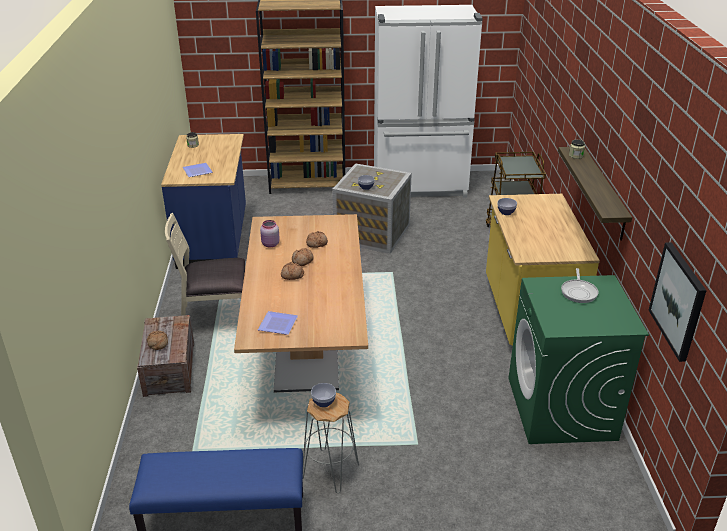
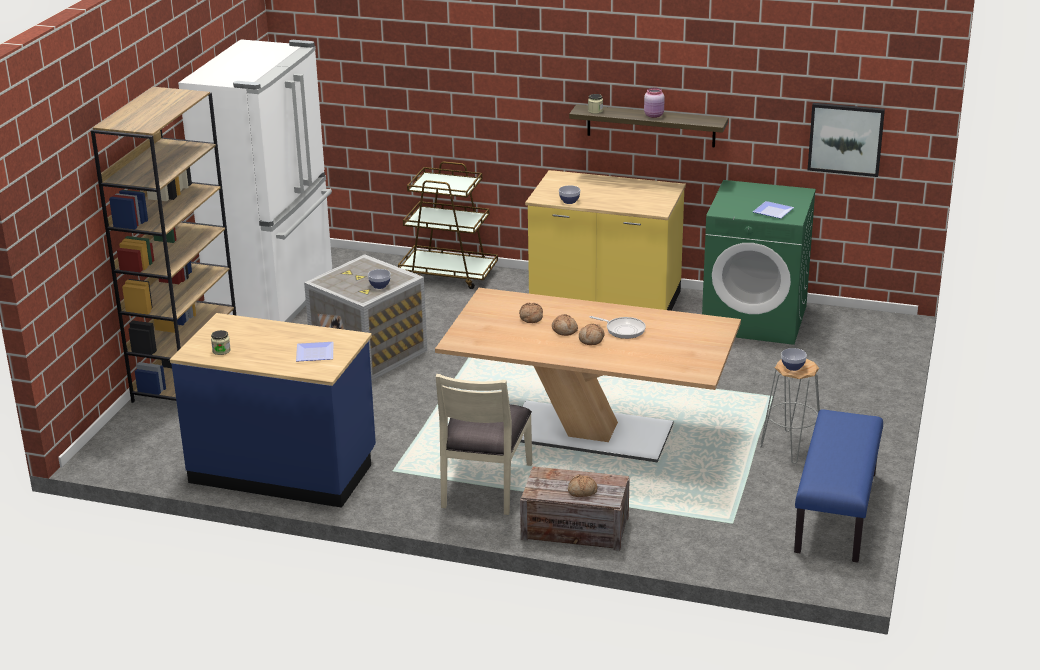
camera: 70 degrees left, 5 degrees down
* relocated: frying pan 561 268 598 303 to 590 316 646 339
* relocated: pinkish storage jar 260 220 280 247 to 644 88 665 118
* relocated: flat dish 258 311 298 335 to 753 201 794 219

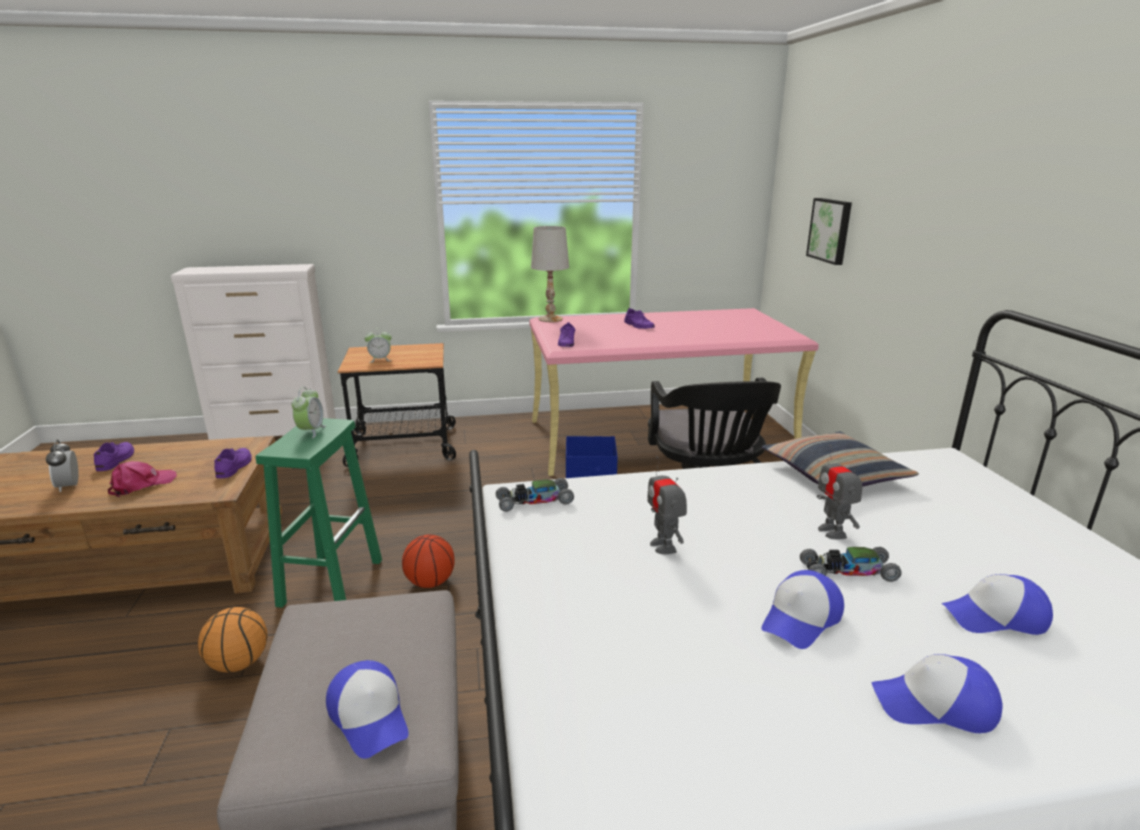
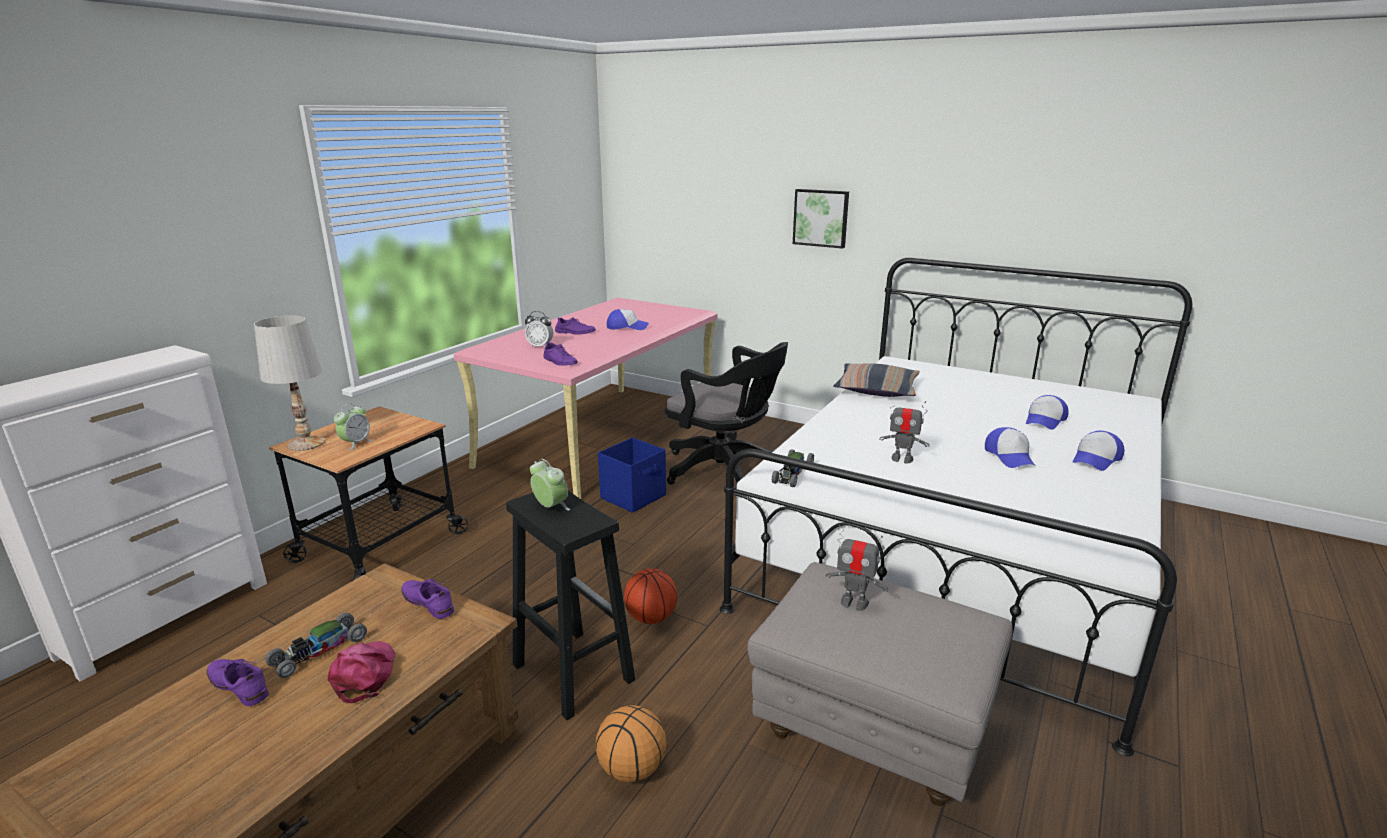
camera: 50 degrees left, 0 degrees up
* relocated: white tabletop lamp 531 226 569 322 to 254 315 325 451
* relocated: toy car 800 547 902 582 to 265 613 367 678
* colour: greenish stool 256 418 382 608 to black-coloured stool 506 491 635 720
* relocated: table clock 46 439 79 492 to 525 311 553 347
* relocated: baseball cap 326 660 409 759 to 607 309 649 330
* relocated: wall picture 806 198 852 265 to 793 189 849 249
* relocated: toy robot 817 445 862 539 to 826 525 888 611

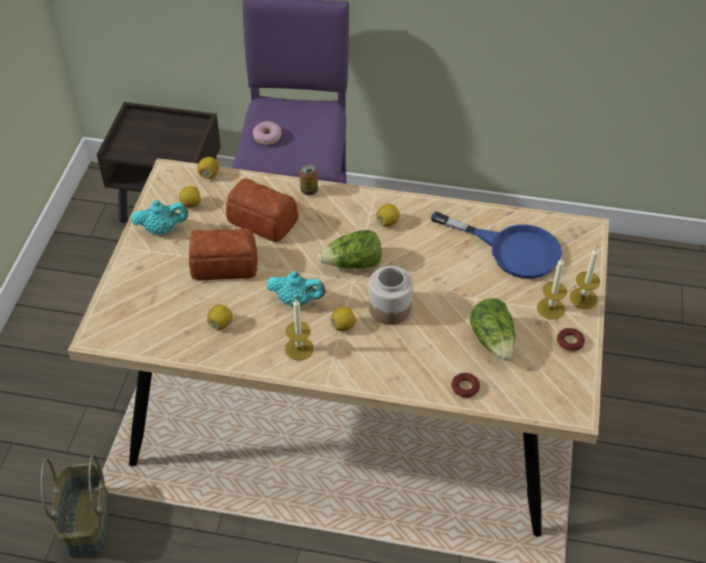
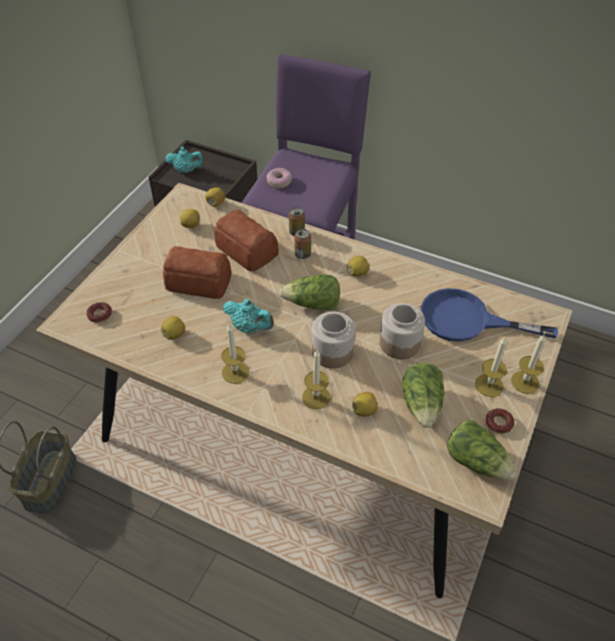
camera: 15 degrees right, 0 degrees up
* relocated: doughnut 451 373 480 398 to 87 302 112 323
* relocated: blue-green tea pot 131 200 188 234 to 165 147 205 173
* appeared: sealed can 295 229 311 259
* appeared: candle 302 350 331 409
* relocated: citrus fruit 331 307 356 331 to 352 392 378 417
* appeared: storage jar 380 303 425 360
* spun: blue-coloured frying pan 431 211 562 279 = 421 288 558 342 150 degrees clockwise
* appeared: lettuce 447 420 516 480

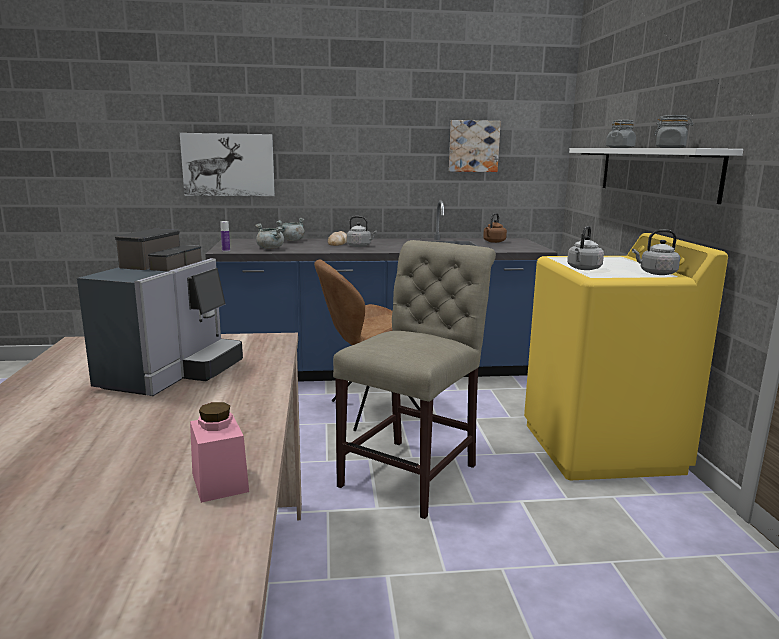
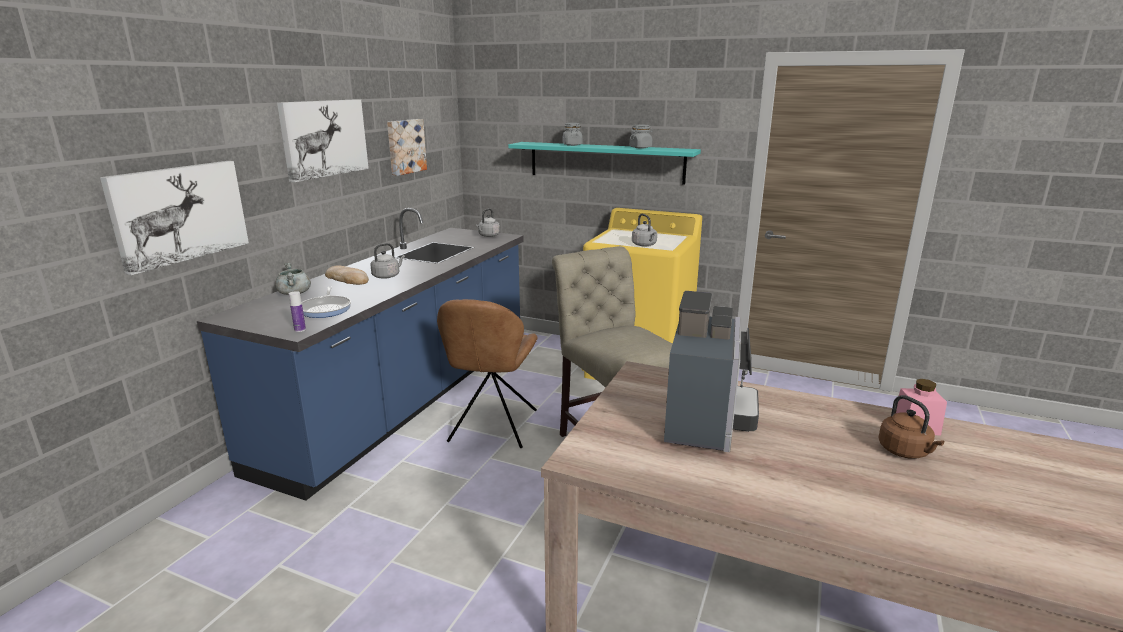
camera: 60 degrees left, 5 degrees up
* appeared: wall picture 277 99 369 182
* exchanged: gray cooking pot 255 223 284 249 to frying pan 302 286 351 318
* relocated: gray water kettle 632 230 680 275 to 476 208 500 237
* colour: white shelf 569 148 743 204 to blue-green shelf 508 142 701 185
* spun: coffee maker 77 229 243 396 = 664 291 759 452 60 degrees clockwise
* relocated: brownish water kettle 483 213 507 243 to 878 395 944 459

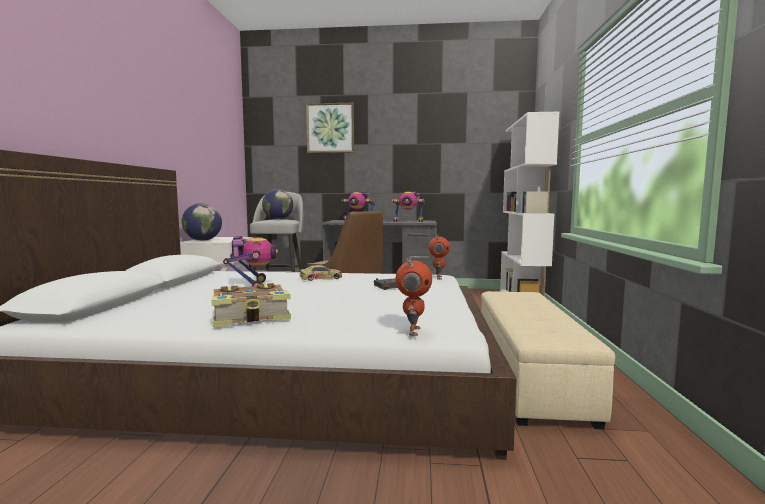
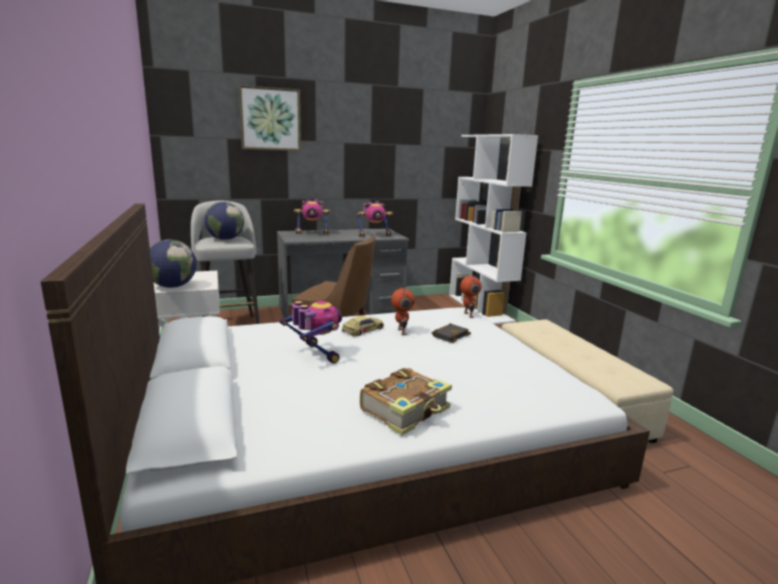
camera: 25 degrees left, 10 degrees up
* relocated: toy robot 395 258 432 336 to 391 288 415 335

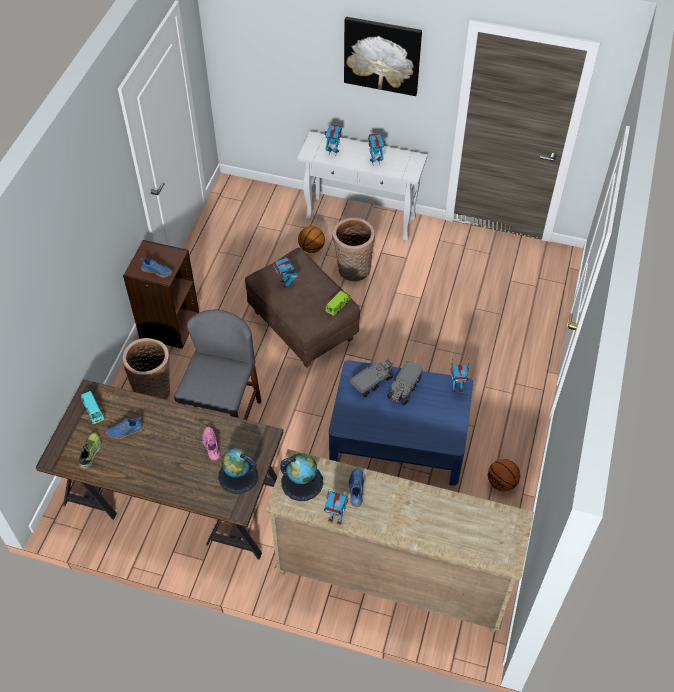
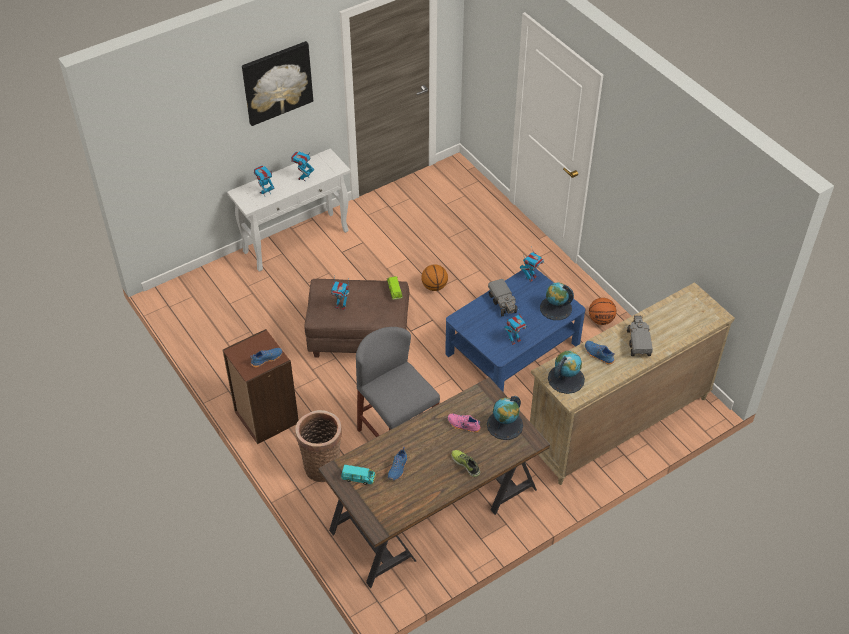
camera: 50 degrees left, 5 degrees down
* relocated: ball for basketball 298 226 325 253 to 421 264 448 291
* relocated: low shoe 79 433 101 469 to 451 450 480 477
* relocated: toy robot 324 485 349 525 to 504 309 527 345
* appeared: globe 540 282 574 320
* relocated: toy lorry 350 358 394 397 to 627 315 653 356
* missing: basket 332 218 375 282

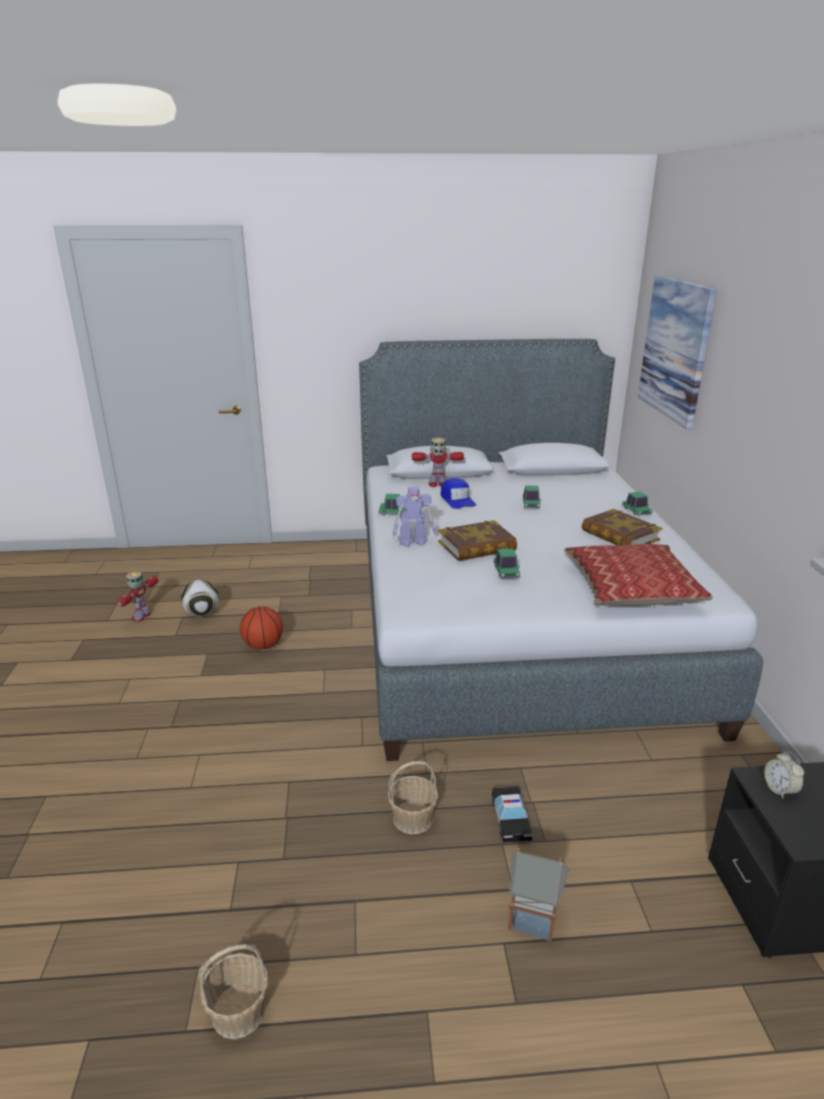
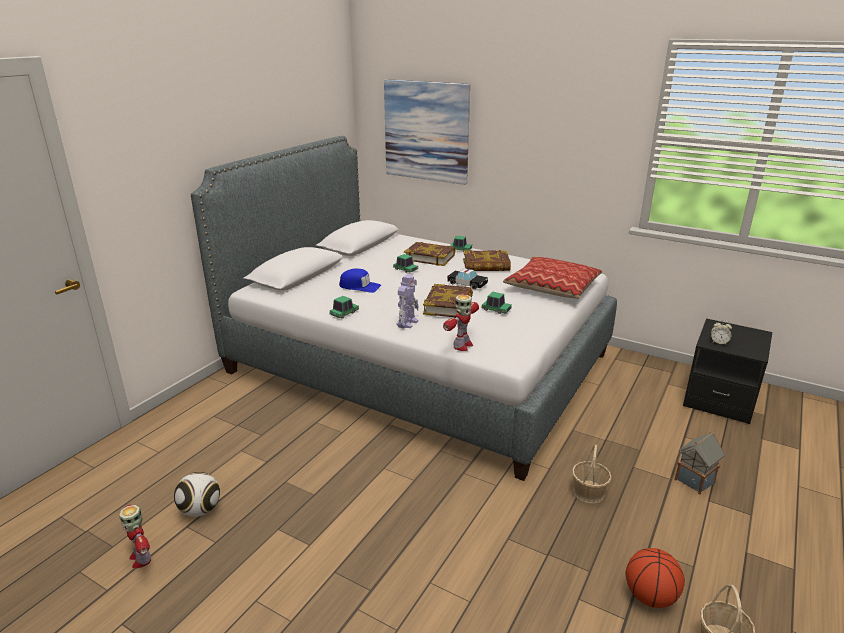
camera: 55 degrees left, 0 degrees up
* appeared: book 404 242 455 266
* relocated: toy robot 412 437 464 488 to 443 294 479 351
* relocated: toy car 492 787 533 843 to 447 268 488 289
* relocated: ball for basketball 240 606 283 649 to 626 548 685 608

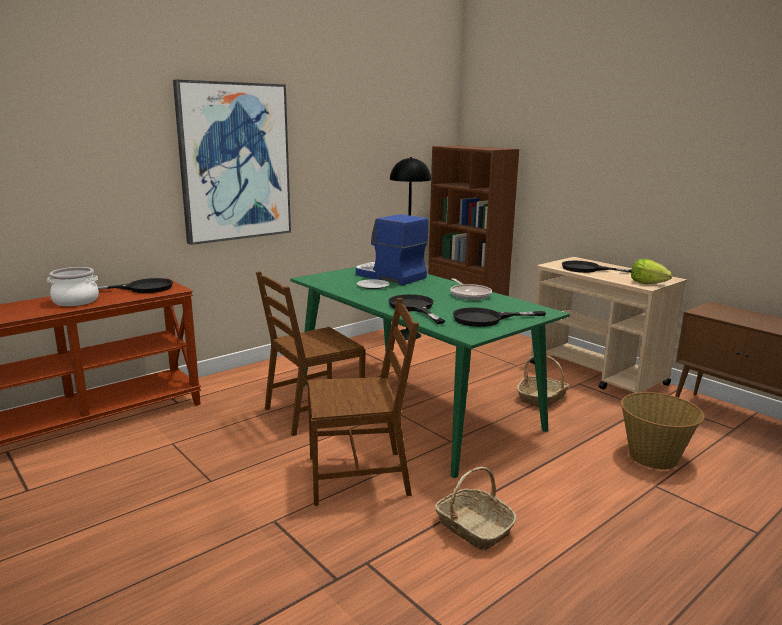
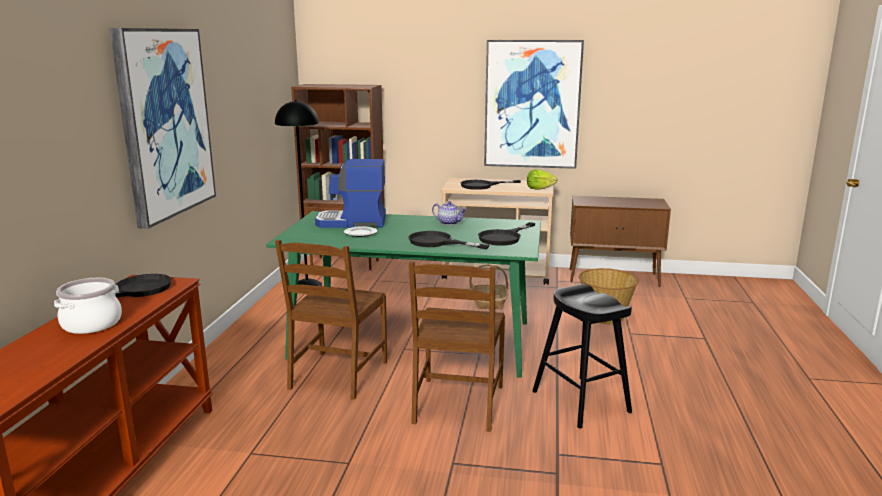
camera: 40 degrees left, 0 degrees up
* spun: brownish upright chair 308 298 419 506 = 409 261 505 432 150 degrees clockwise
* exchanged: frying pan 450 278 492 300 to tea pot 432 201 467 225
* appeared: wall picture 484 40 584 169
* exchanged: basket 435 467 517 551 to black-coloured stool 533 284 632 429

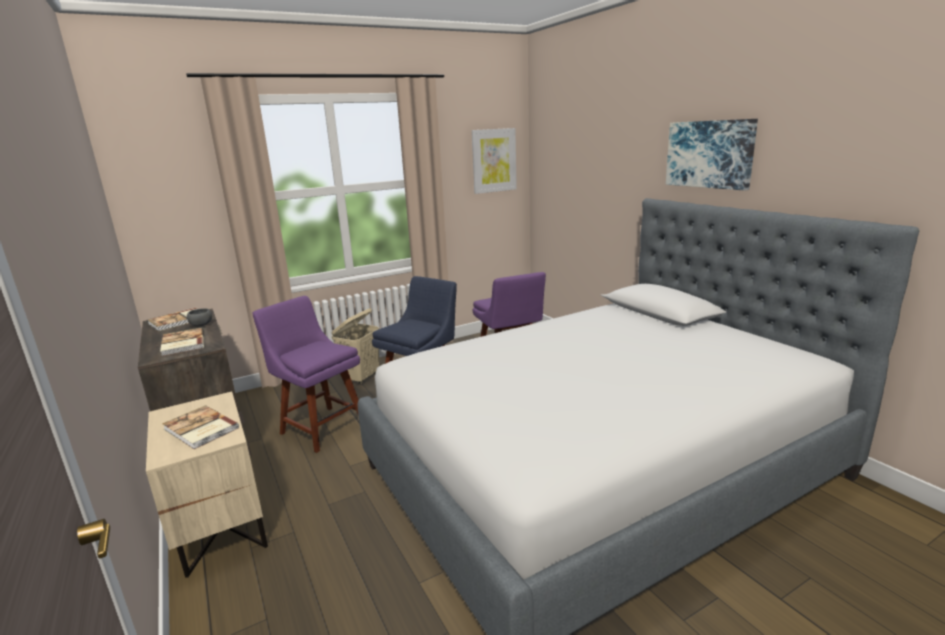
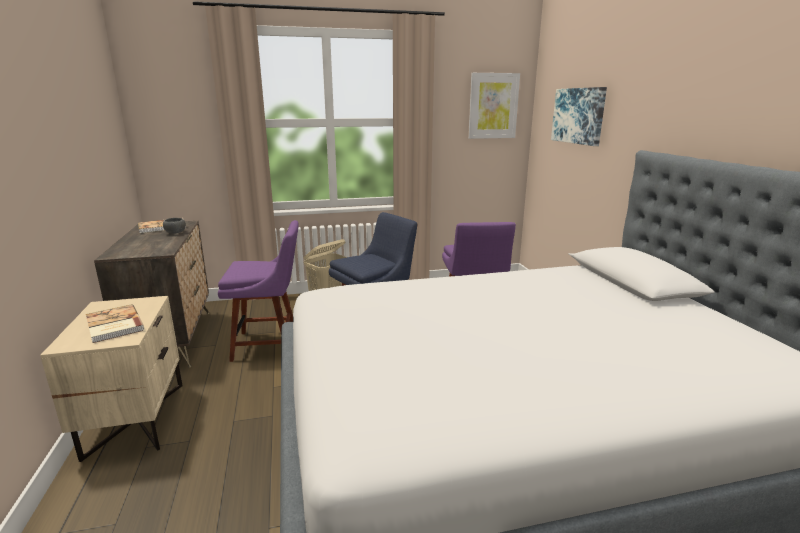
camera: 15 degrees right, 0 degrees up
* spun: purple-coloured upright chair 252 296 360 453 = 218 220 299 362 120 degrees clockwise
* relocated: wall picture 666 119 758 191 to 551 87 607 146
* missing: book 160 327 204 356

